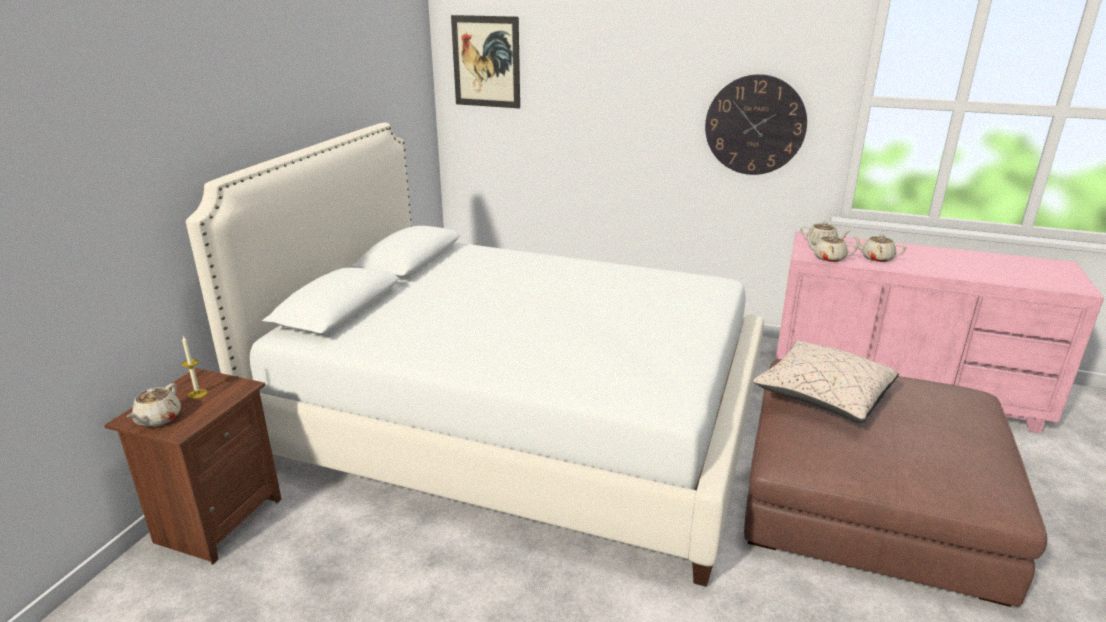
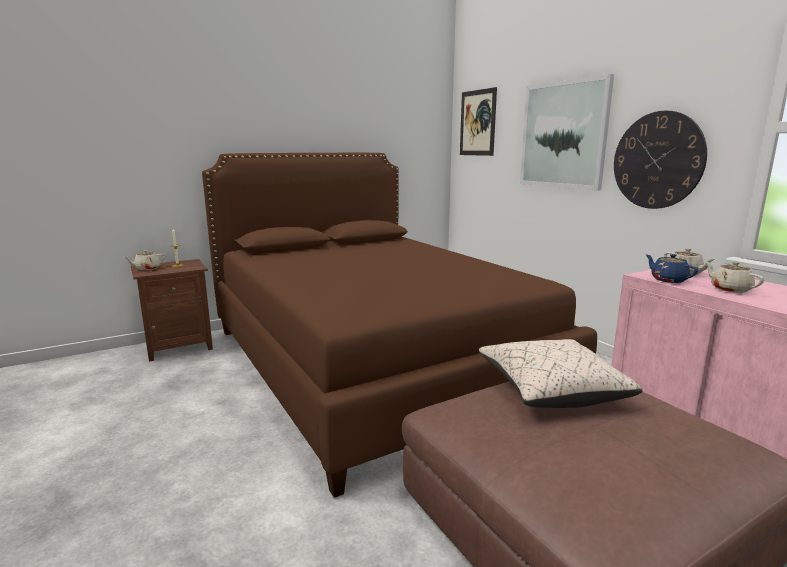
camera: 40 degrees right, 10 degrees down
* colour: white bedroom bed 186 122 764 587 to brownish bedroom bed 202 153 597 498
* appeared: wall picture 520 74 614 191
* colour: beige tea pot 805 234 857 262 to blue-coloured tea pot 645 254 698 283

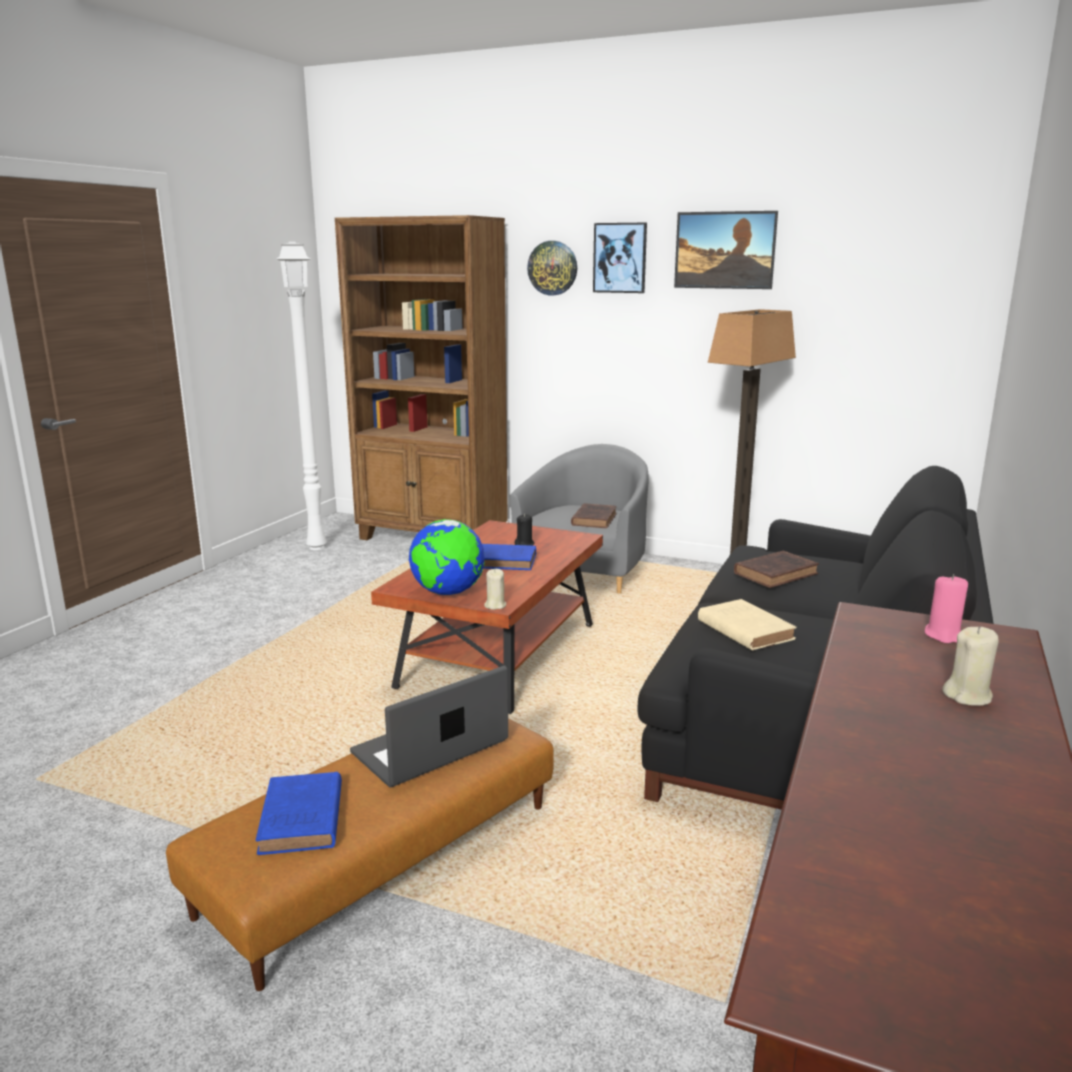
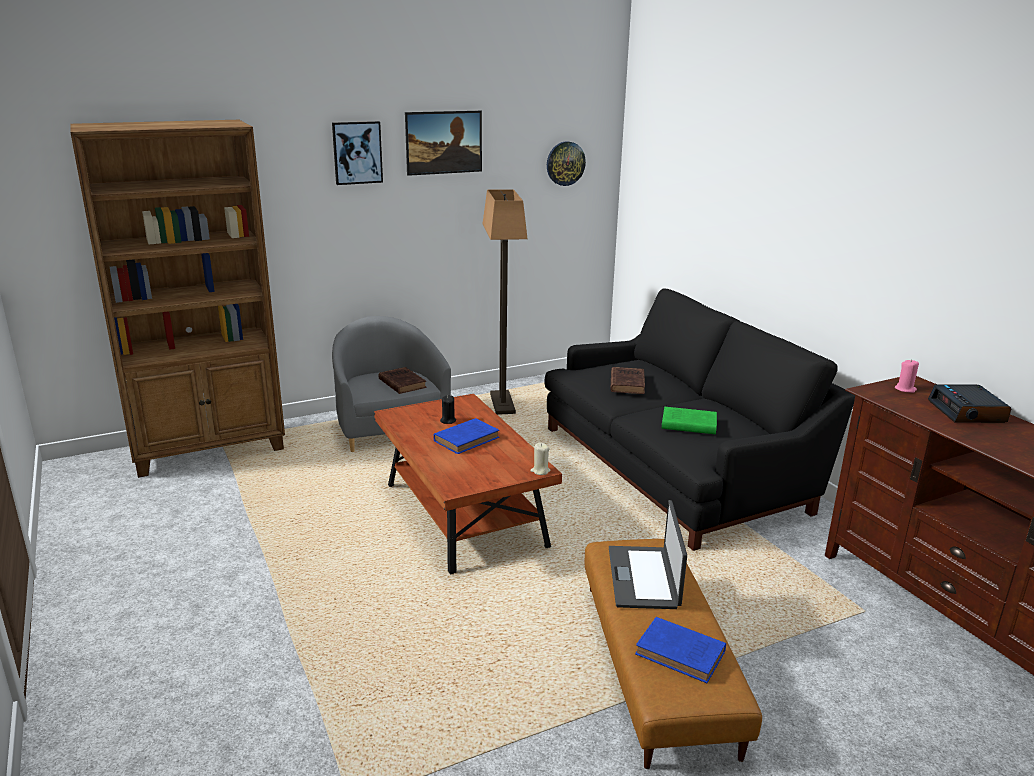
camera: 50 degrees left, 5 degrees up
* relocated: hanging clock 527 241 577 295 to 547 141 586 186
* colour: beige book 698 599 797 650 to greenish book 662 407 717 434
* exchanged: beige candle 942 626 999 706 to table clock 928 384 1011 423
* missing: white floor lamp 277 242 327 550
* missing: globe 409 519 485 595

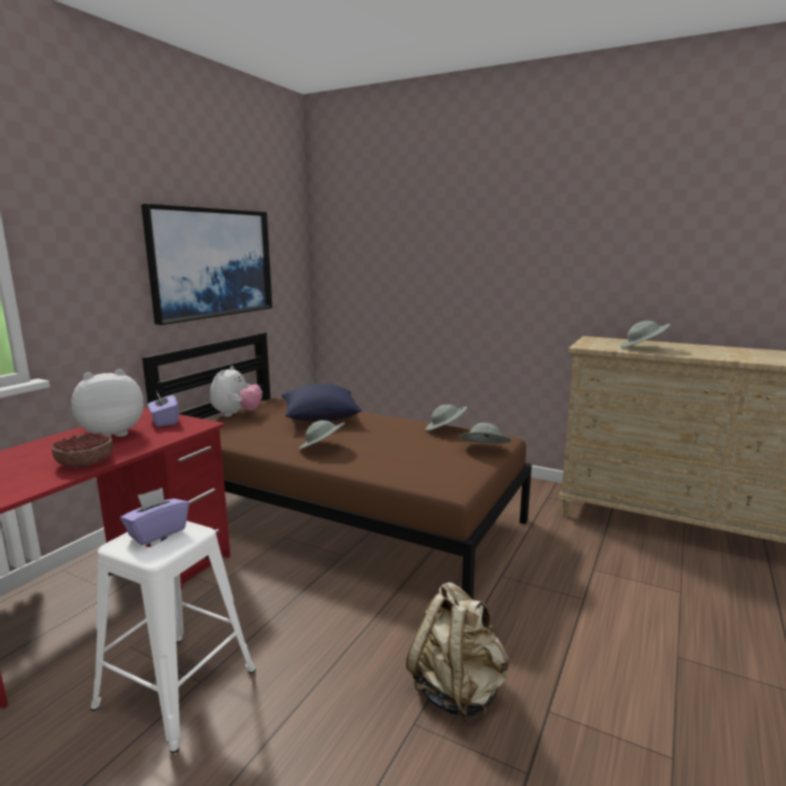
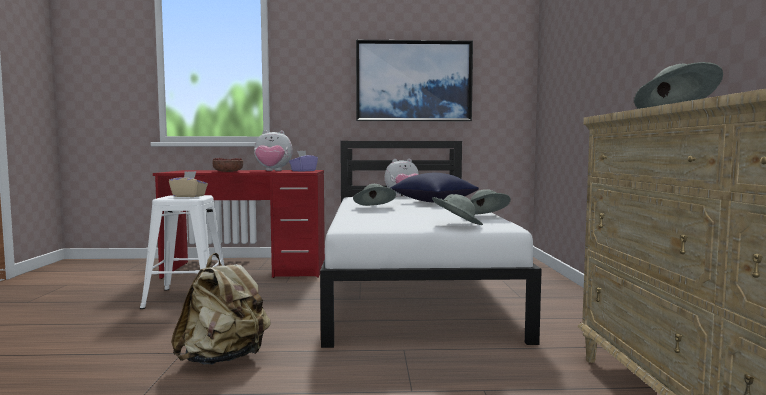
camera: 60 degrees right, 10 degrees down
* colour: purple-coloured tissue holder 120 488 189 546 to beige tissue holder 169 171 208 197
* spun: soft toy 71 369 144 437 = 254 130 293 171 150 degrees clockwise
* colour: brownish bedroom bed 142 332 532 600 to white bedroom bed 320 141 542 348

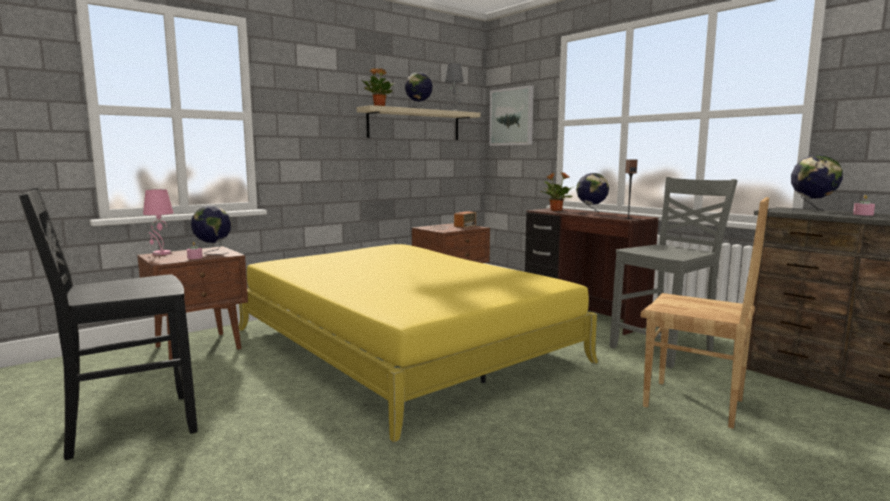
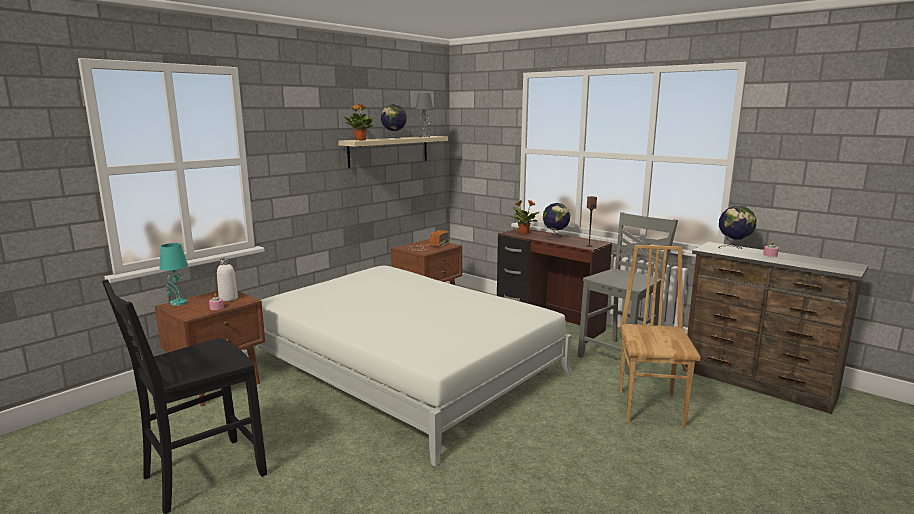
camera: 10 degrees left, 5 degrees up
* colour: pinkish tabletop lamp 143 189 173 255 to blue-green tabletop lamp 159 243 188 306
* exchanged: globe 191 206 232 255 to white beverage bottle 217 258 238 301
* colour: yellow bedroom bed 239 244 598 442 to white bedroom bed 247 265 572 467
* spun: brownish upright chair 641 197 769 429 = 619 245 701 428 105 degrees counterclockwise
* missing: wall picture 489 85 534 146

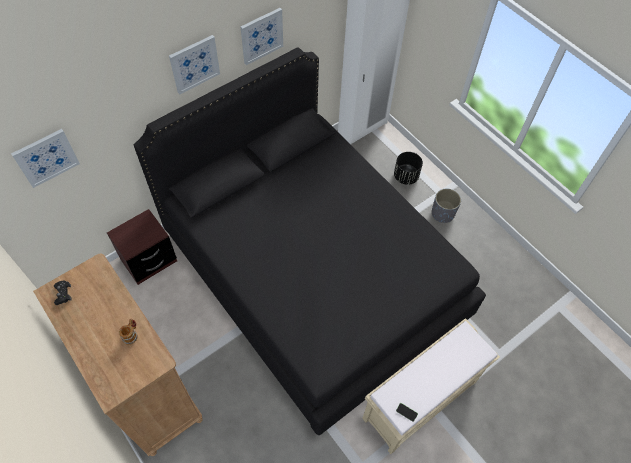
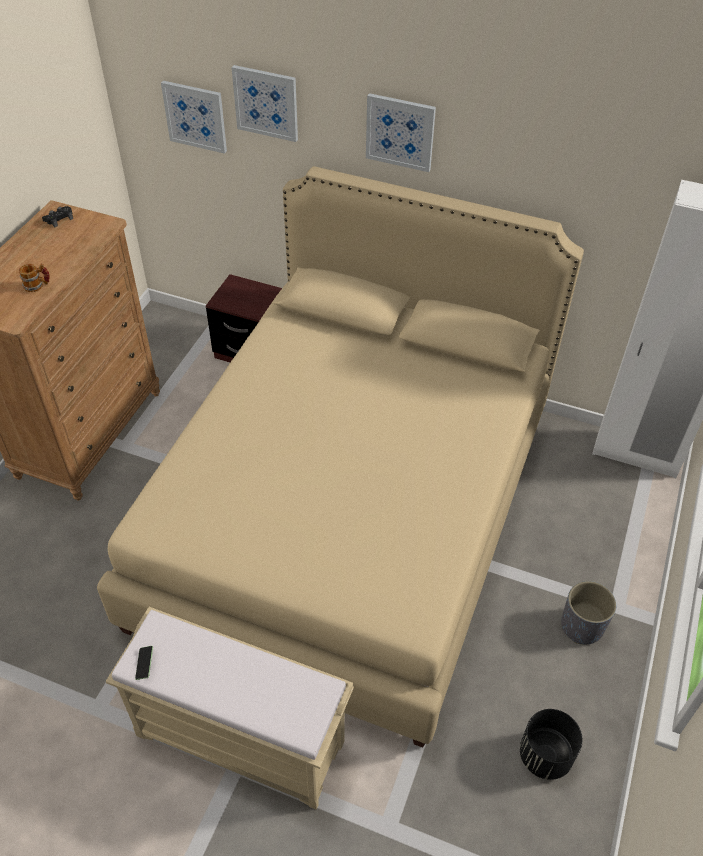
camera: 60 degrees right, 10 degrees down
* colour: black-coloured bedroom bed 134 47 486 435 to beige bedroom bed 97 166 584 748
* relocated: wall picture 241 8 283 65 to 231 65 298 142
* relocated: black-coloured flower pot 394 152 423 185 to 520 709 583 780

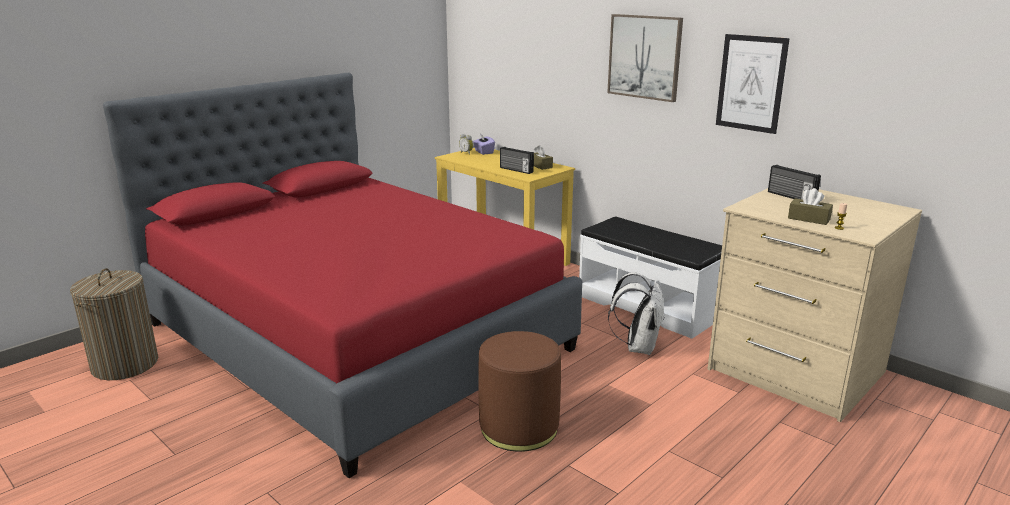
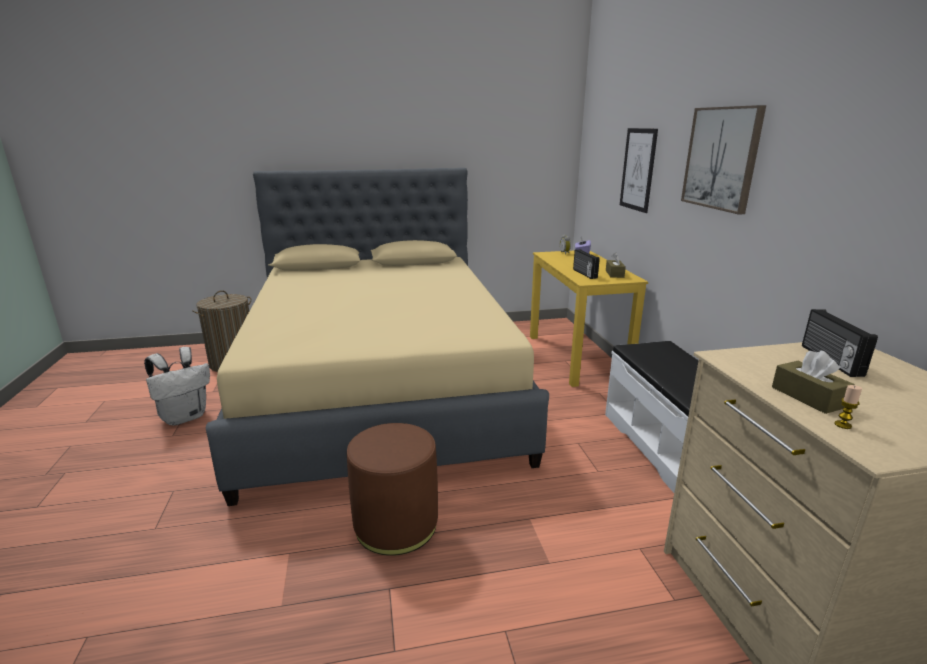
camera: 35 degrees right, 0 degrees up
* relocated: white rucksack 608 272 665 355 to 144 347 210 426
* colour: red-coloured bedroom bed 103 73 582 478 to beige bedroom bed 206 168 549 506
* relocated: wall picture 716 34 790 134 to 620 128 658 213

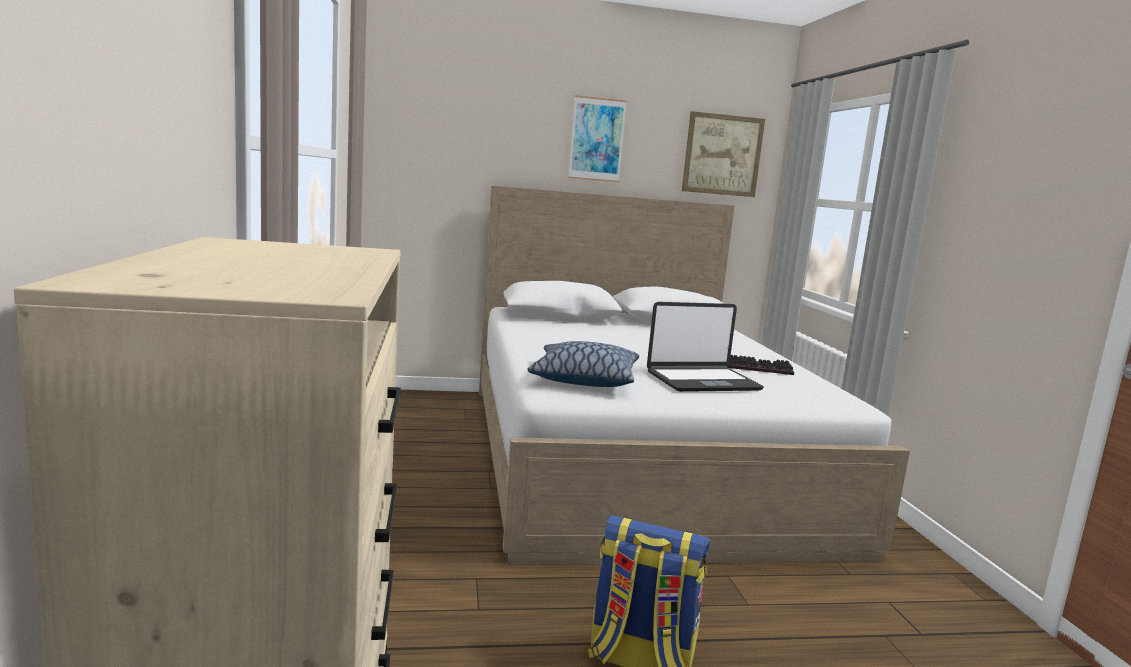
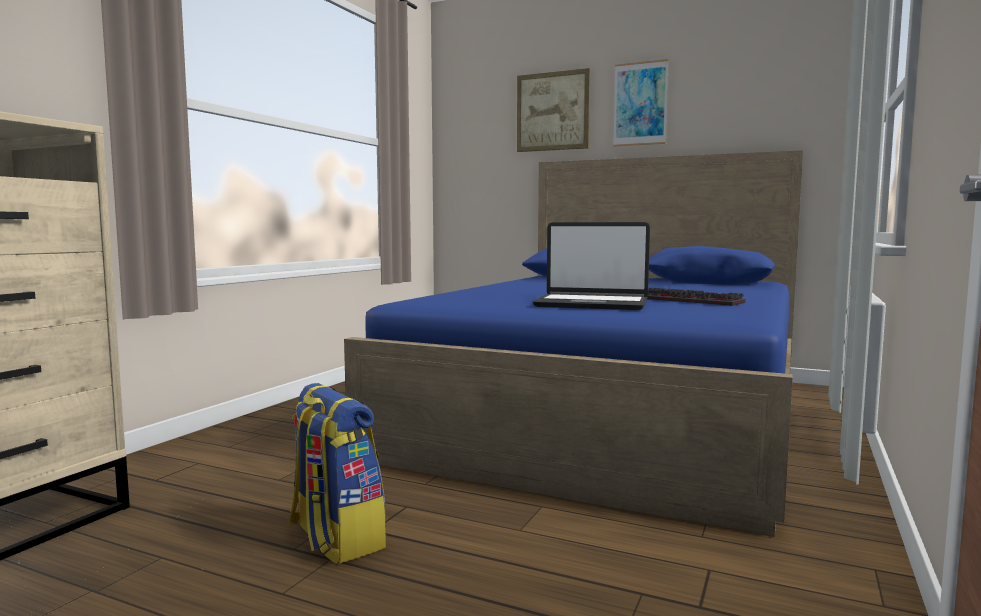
camera: 35 degrees right, 5 degrees down
* colour: white bedroom bed 479 186 910 565 to blue-coloured bedroom bed 344 150 803 537
* relocated: wall picture 682 111 765 197 to 517 68 590 152
* missing: pillow 528 341 639 387

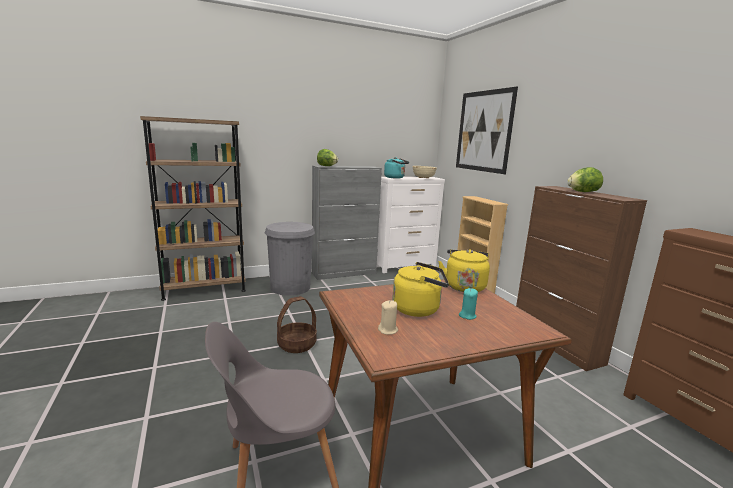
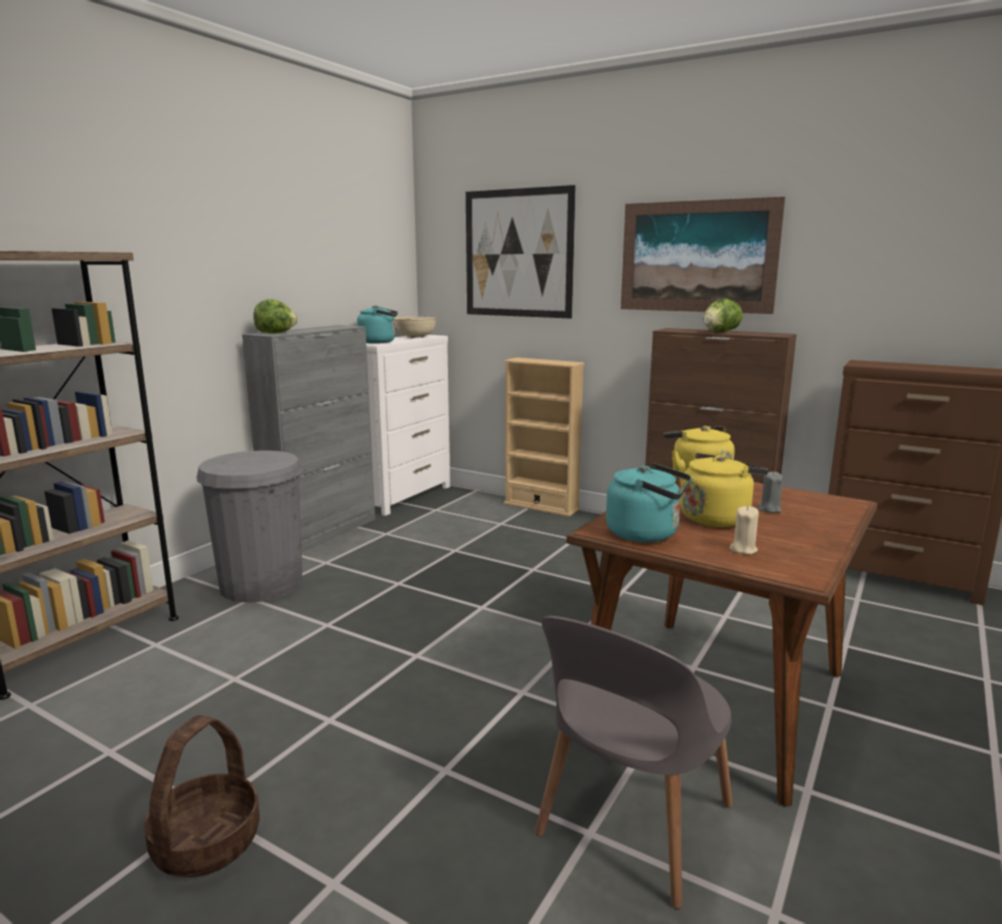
camera: 35 degrees left, 0 degrees up
* relocated: basket 277 296 317 353 to 144 715 260 877
* appeared: blue-green water kettle 606 463 691 542
* appeared: wall picture 621 197 785 314
* colour: blue-green candle 459 288 478 320 to gray candle 758 471 783 513

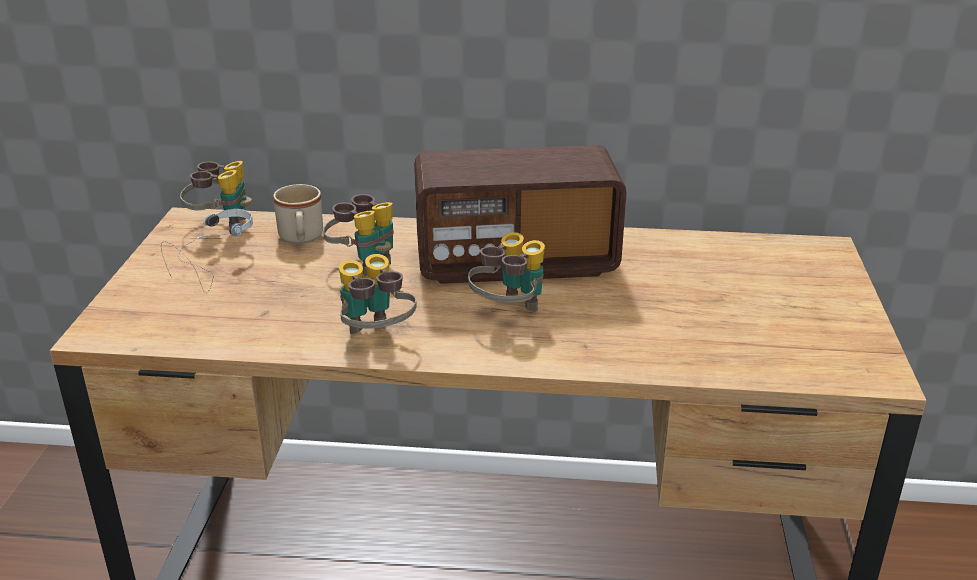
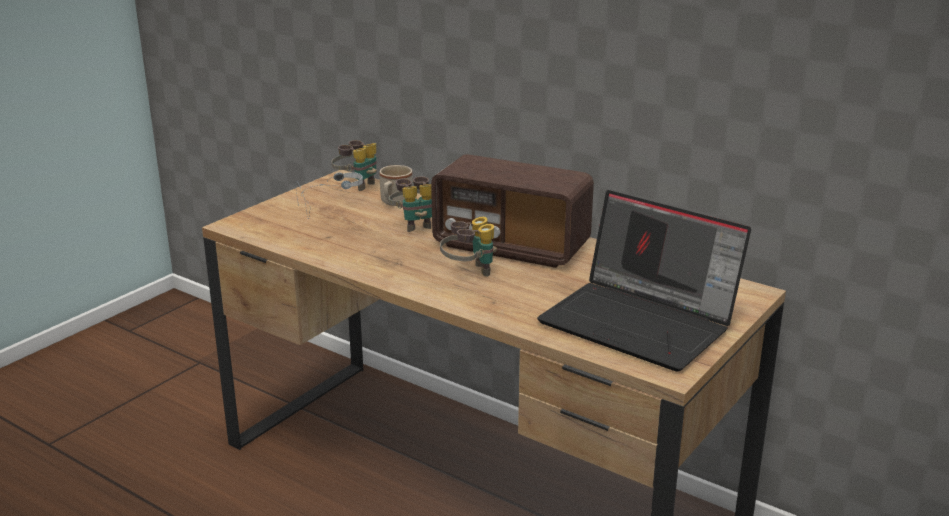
camera: 30 degrees right, 5 degrees down
* appeared: portable computer 537 190 751 372
* missing: field glasses 339 254 417 334

